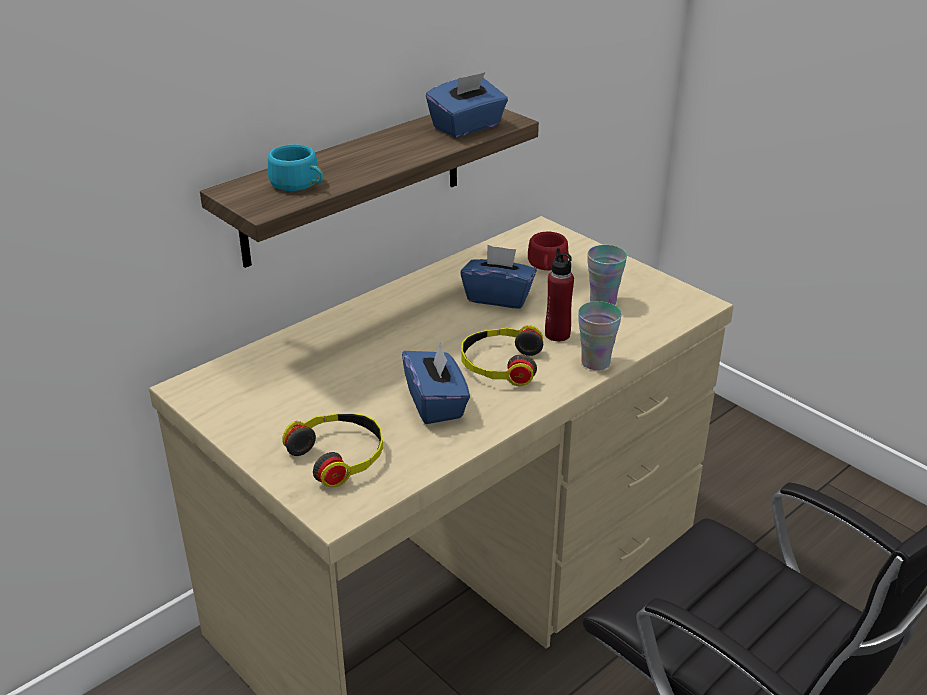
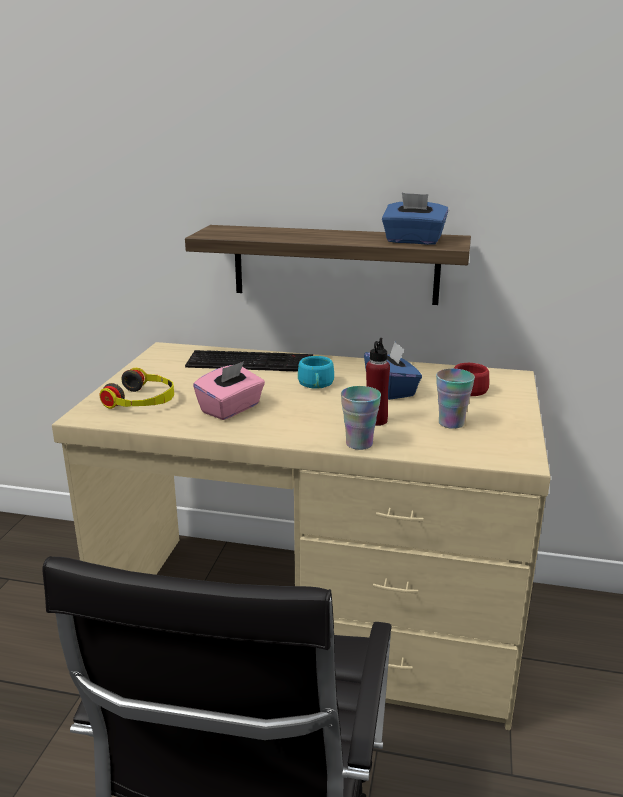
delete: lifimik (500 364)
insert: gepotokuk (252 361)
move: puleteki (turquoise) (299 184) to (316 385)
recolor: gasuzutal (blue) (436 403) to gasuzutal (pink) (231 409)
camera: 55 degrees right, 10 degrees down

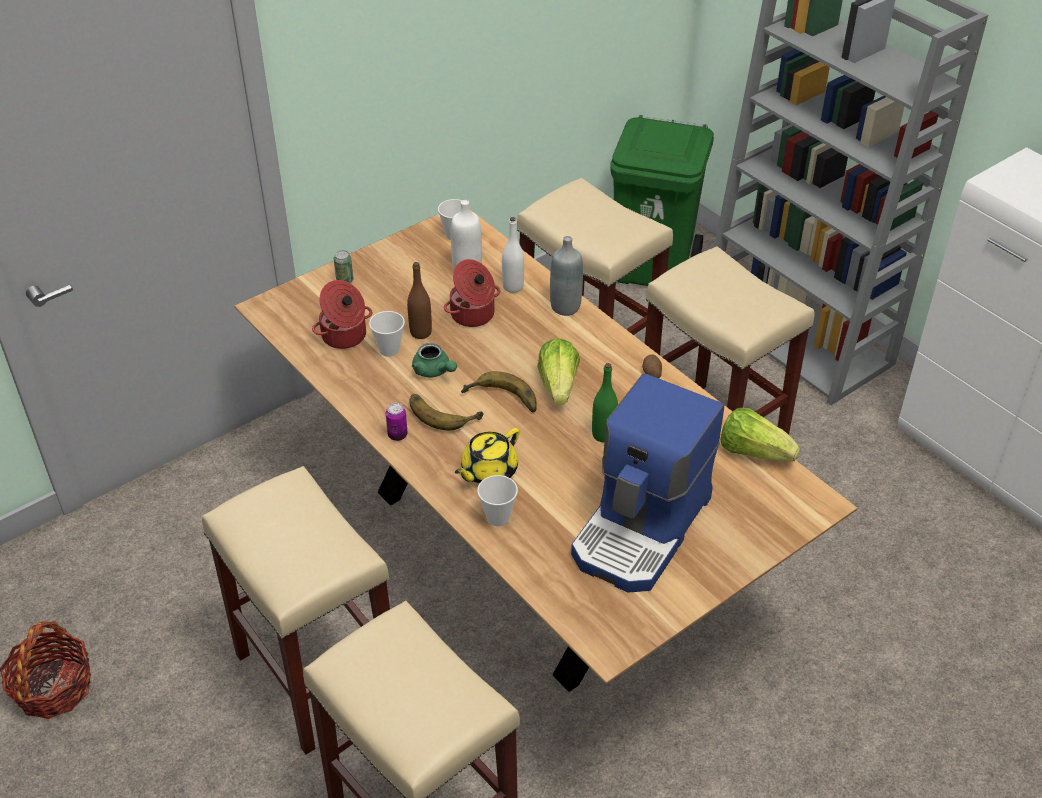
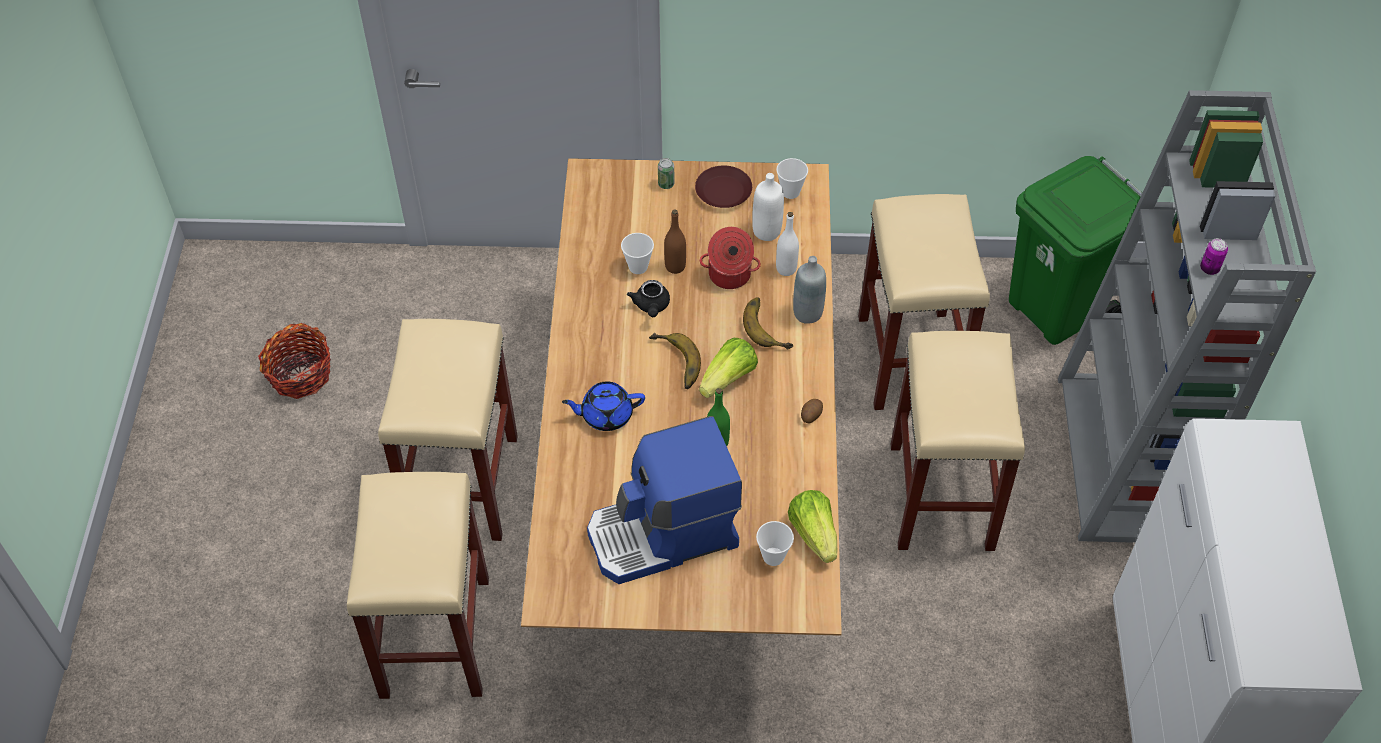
delete: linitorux (344 336)
insert: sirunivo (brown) (723 191)
move: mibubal (397 435) to (1209 268); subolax (443 411) to (769 326); puleteki (498 517) to (773 556)
recolor: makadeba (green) (434 371) to makadeba (black) (651 306); makadeba (yellow) (488 471) to makadeba (blue) (606 414)
camera: 40 degrees right, 10 degrees up

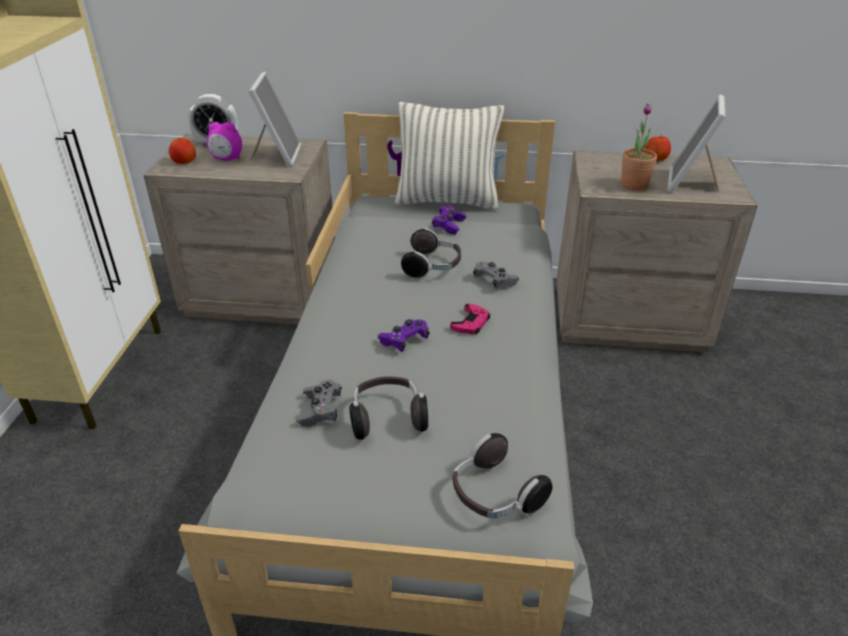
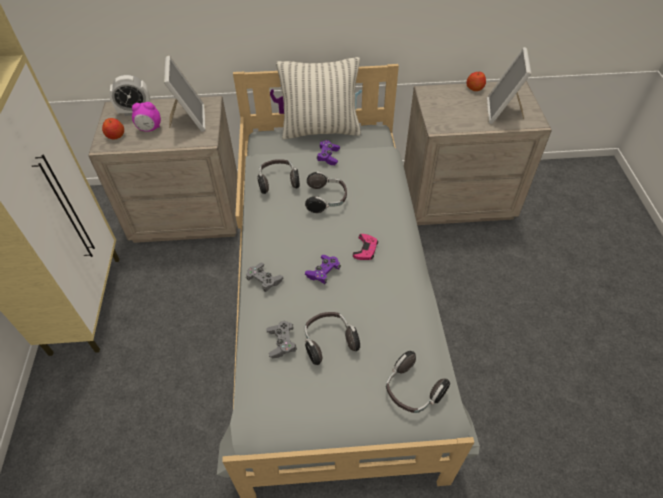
delete: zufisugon (634 185)
insert: lifimik (278 182)
move: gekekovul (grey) (494 281) to (264 280)
camera: 10 degrees left, 15 degrees up

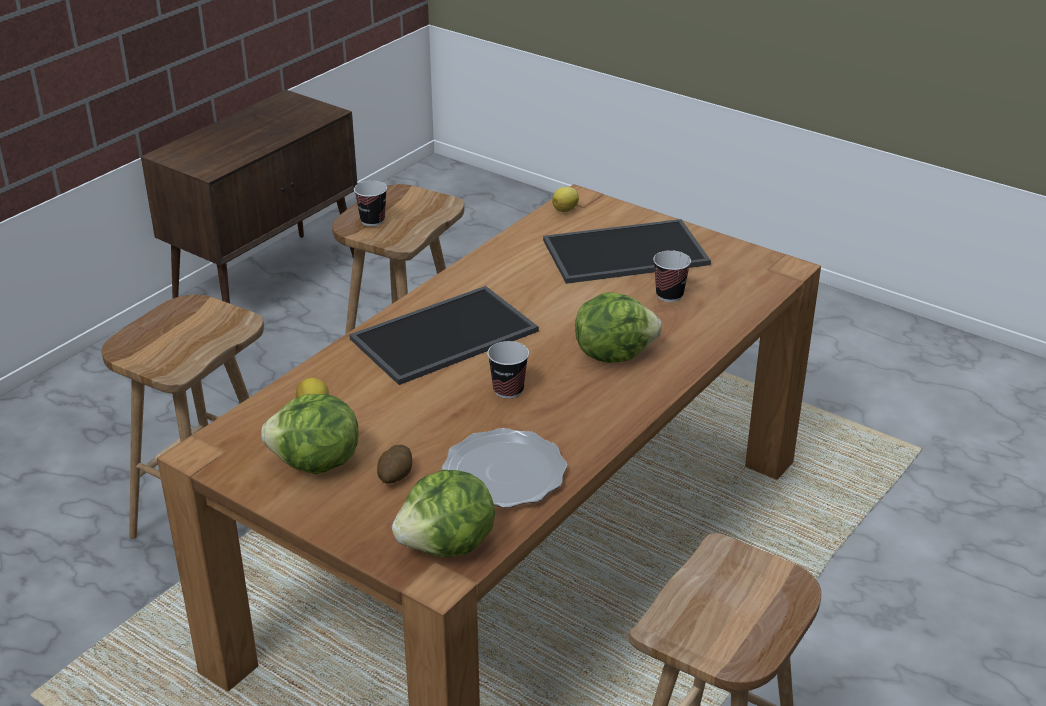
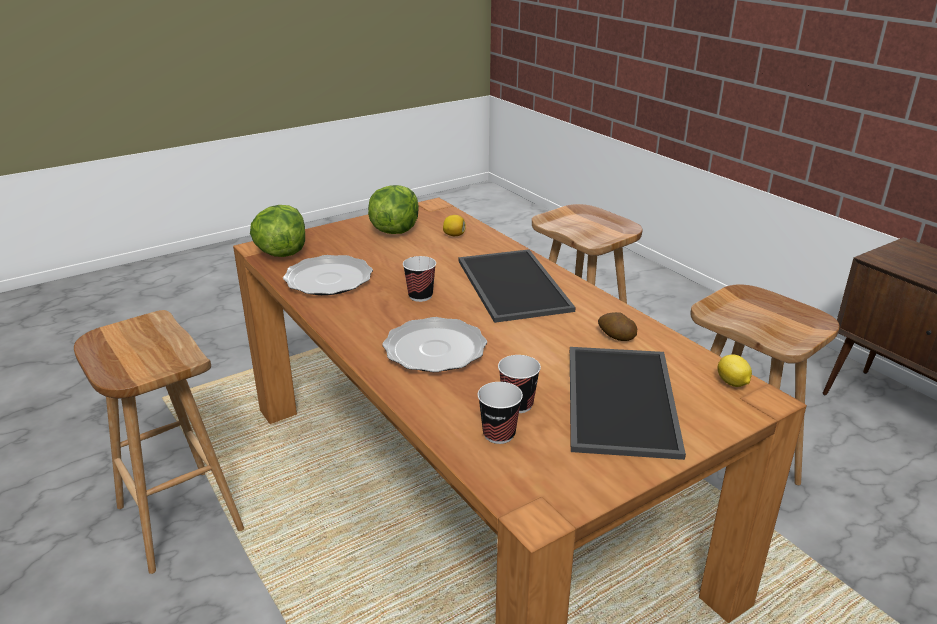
move: puleteki (372 220) to (499 434); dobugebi (395 476) to (616 337)
replace: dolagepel (613 354) to sirunivo (435 349)
camera: 110 degrees right, 5 degrees down

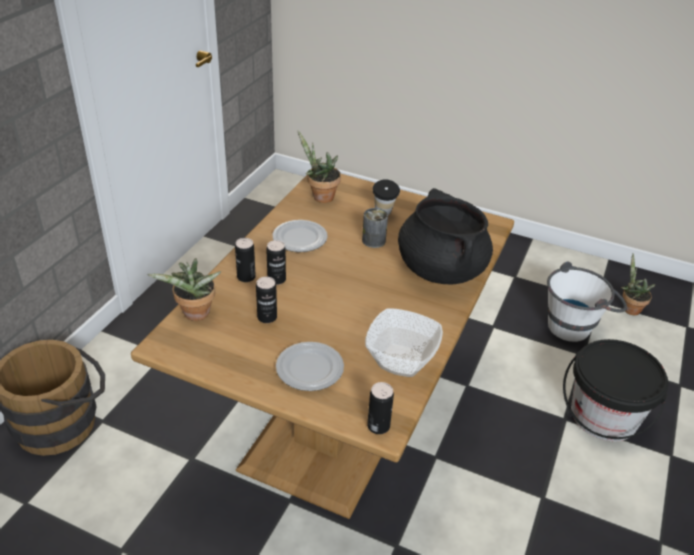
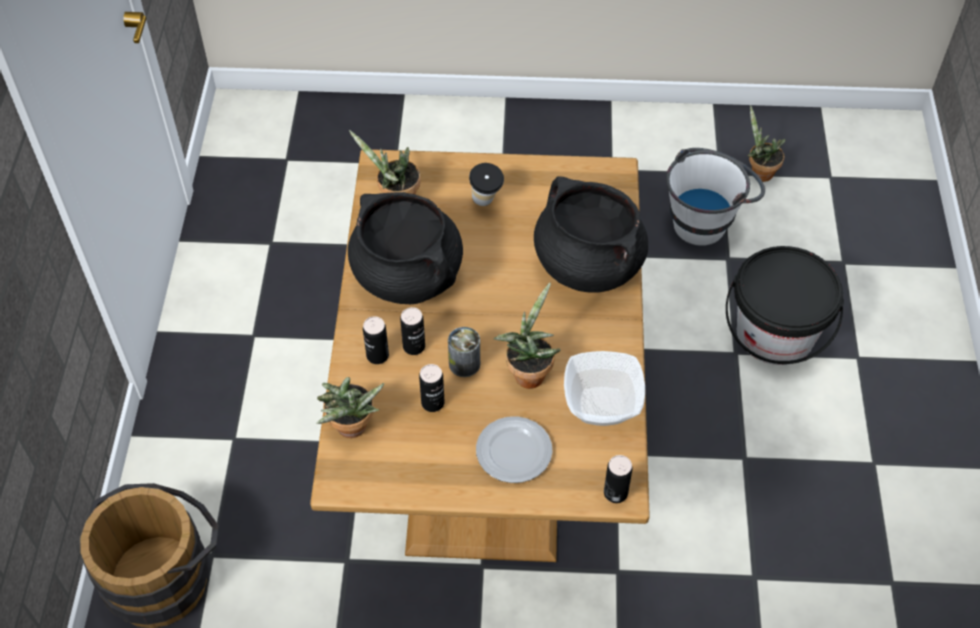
insert: zufisugon (528 372)
move: mibubal (373 240) to (464 364)
replace: sirunivo (300 239) to linitorux (black) (408 276)
camera: 20 degrees left, 15 degrees up

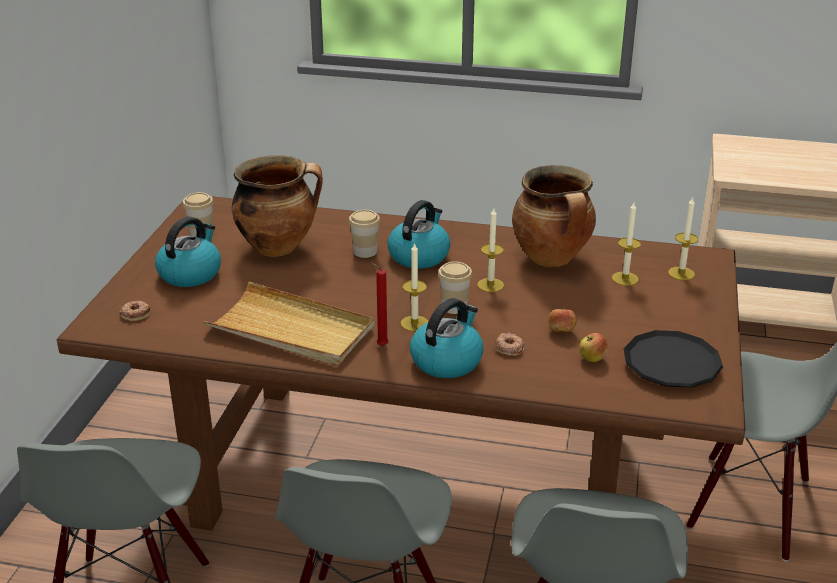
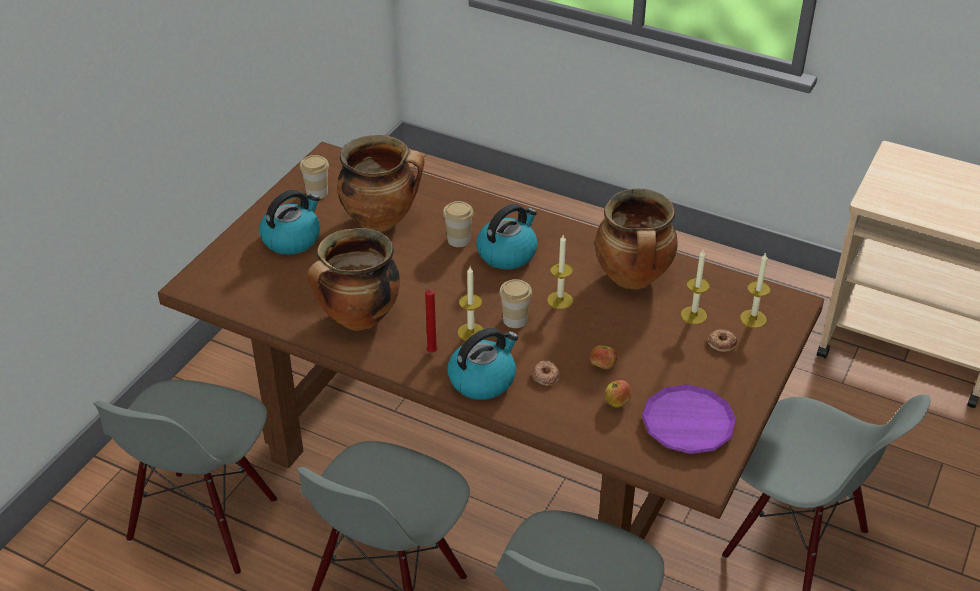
move: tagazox (135 313) to (721 342)
replace: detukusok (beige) (291 330) to linitorux (358 319)
recolor: sirunivo (black) (671 365) to sirunivo (purple) (688 424)
camera: 15 degrees right, 10 degrees up

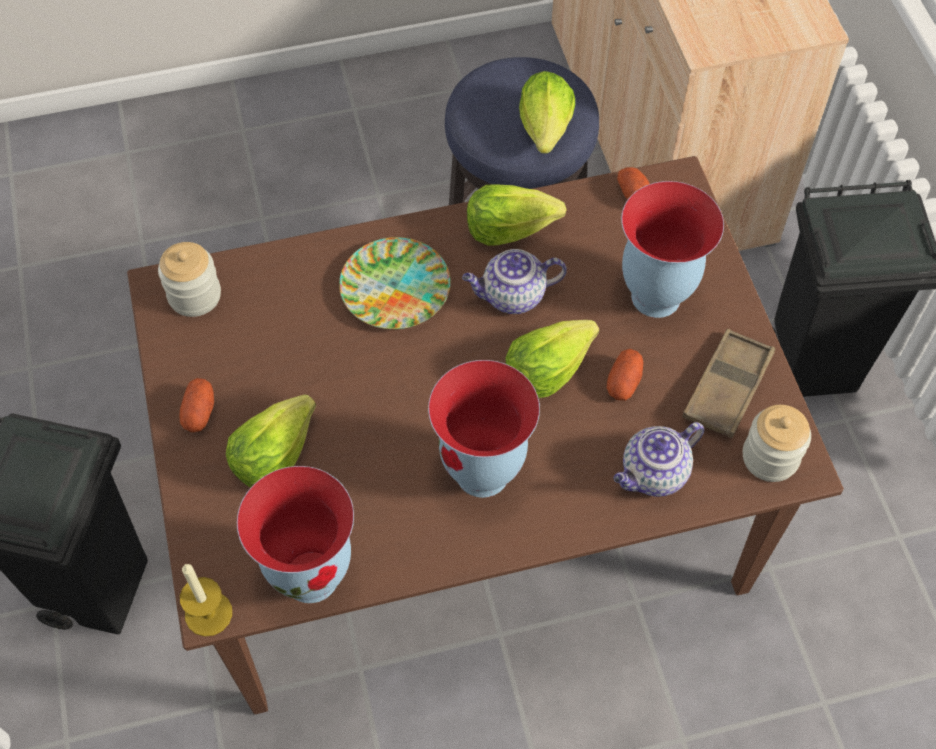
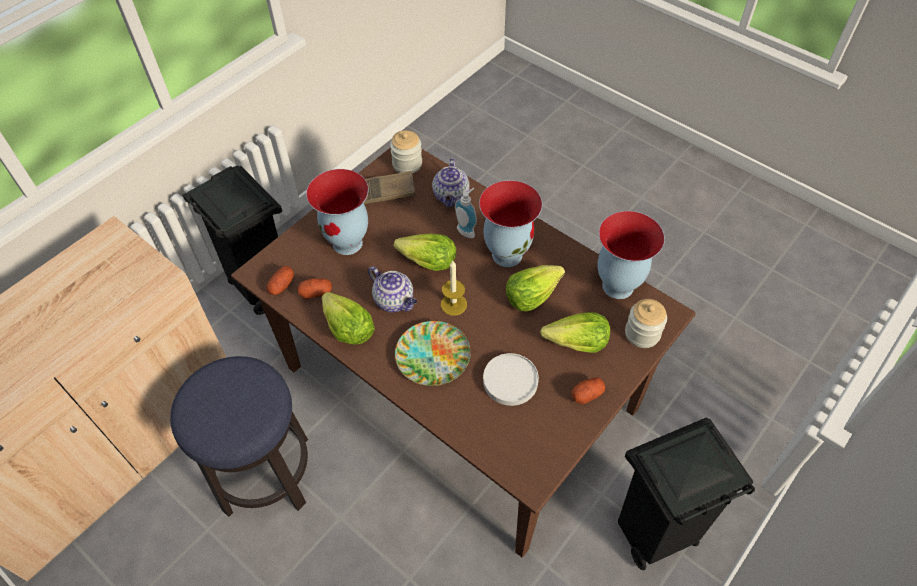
insert: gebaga (467 230); sirunivo (white) (511 381)
move: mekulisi (194 295) to (642 334); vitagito (208 613) to (453 304); dolagepel (546 128) to (531 295); dobugebi (624 382) to (316 293)
rotate: makadeba (653 475) = (451 196) 75 degrees clockwise
camera: 125 degrees left, 5 degrees down

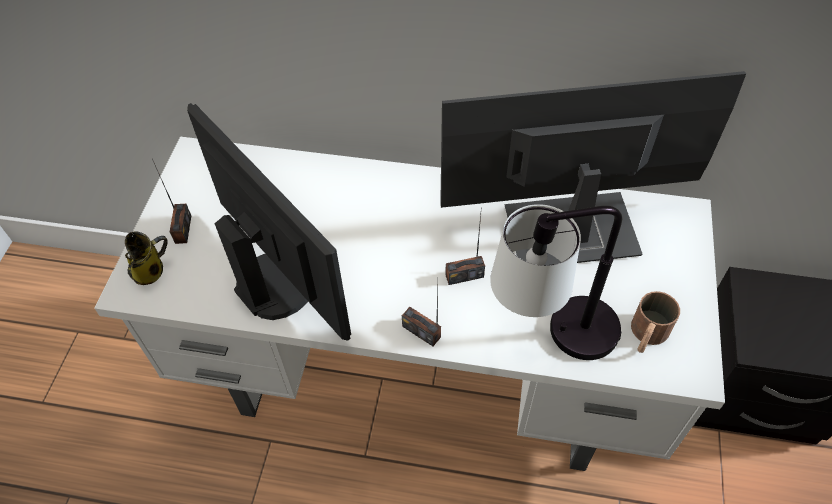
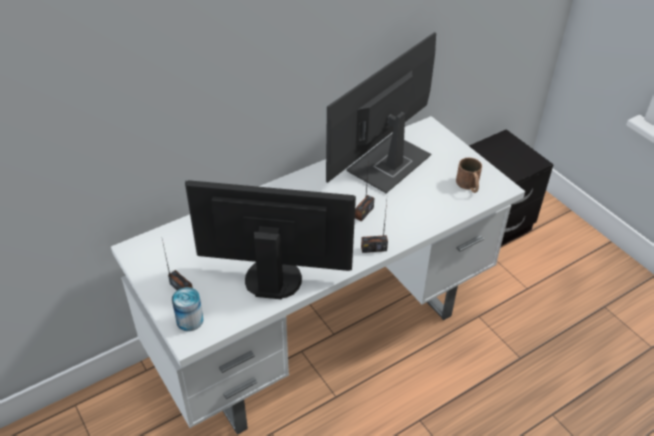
delete: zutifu (552 338)
replace: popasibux (150 270) to mibubal (190 320)
camera: 45 degrees left, 10 degrees down

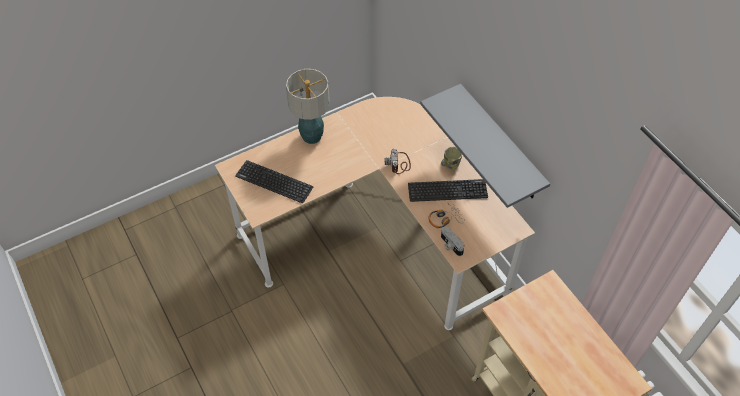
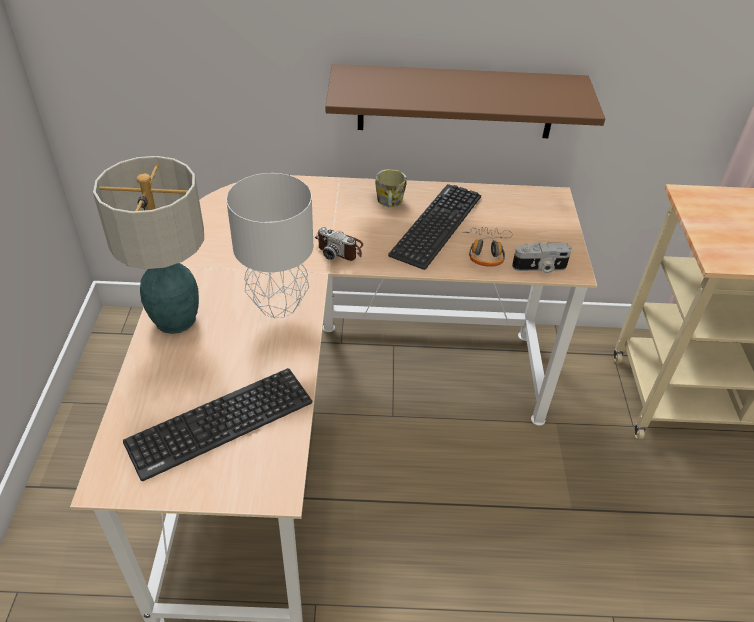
insert: zutifu (grey) (277 304)
recolor: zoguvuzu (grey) (500 144) to zoguvuzu (brown) (456 102)
camera: 60 degrees left, 10 degrees down

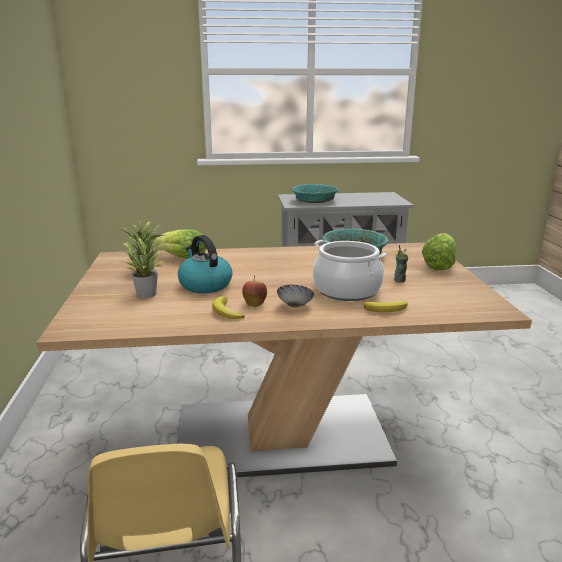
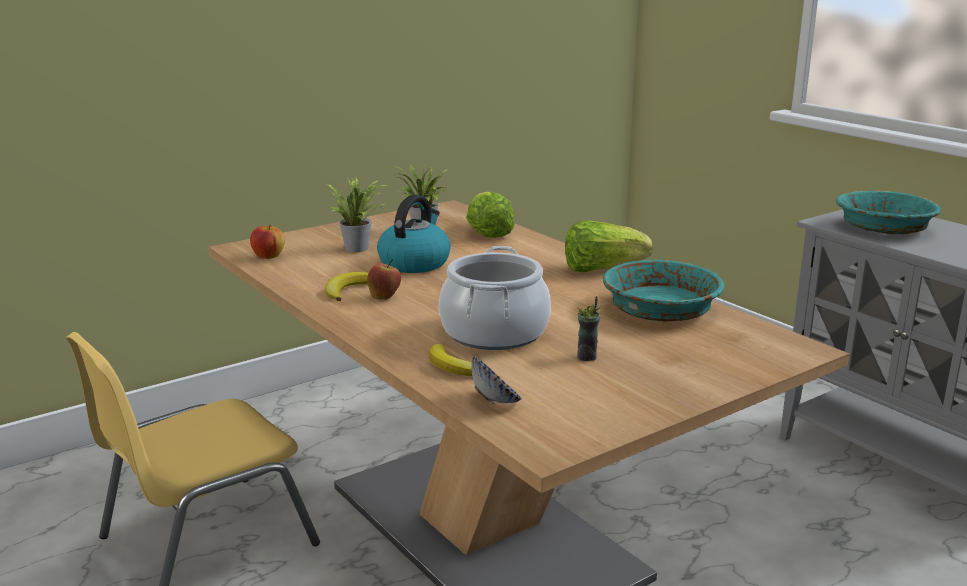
insert: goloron (268 256)
move: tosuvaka (295 307) to (495 401); dolagepel (439 265) to (601 270)
camera: 60 degrees right, 0 degrees up

